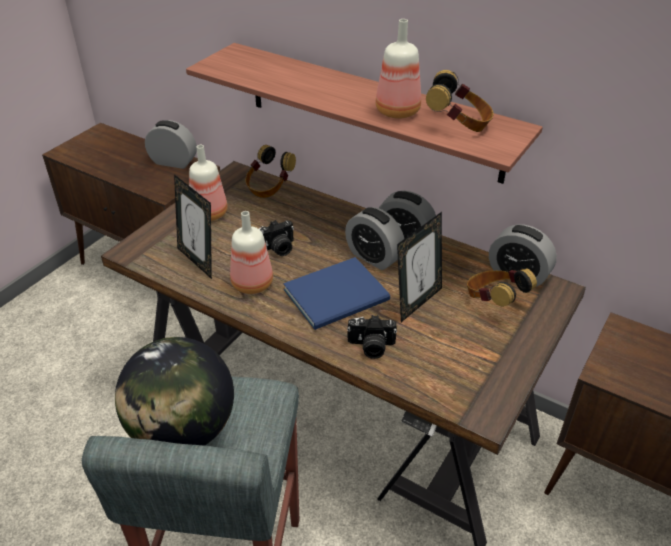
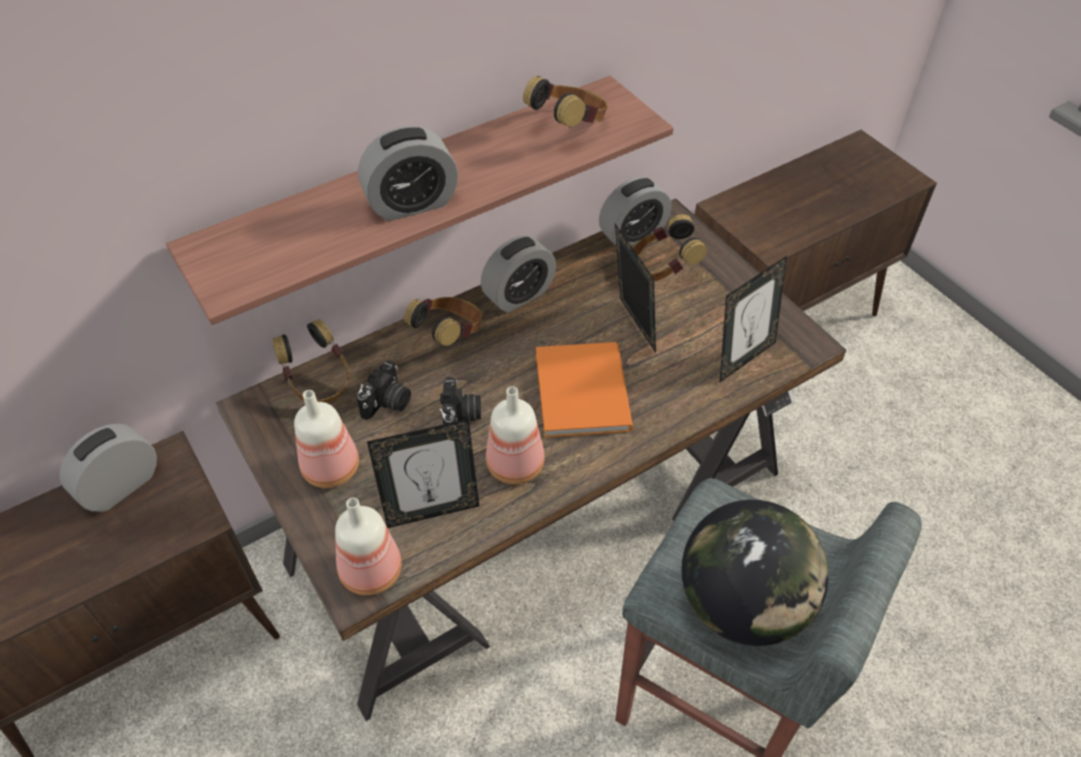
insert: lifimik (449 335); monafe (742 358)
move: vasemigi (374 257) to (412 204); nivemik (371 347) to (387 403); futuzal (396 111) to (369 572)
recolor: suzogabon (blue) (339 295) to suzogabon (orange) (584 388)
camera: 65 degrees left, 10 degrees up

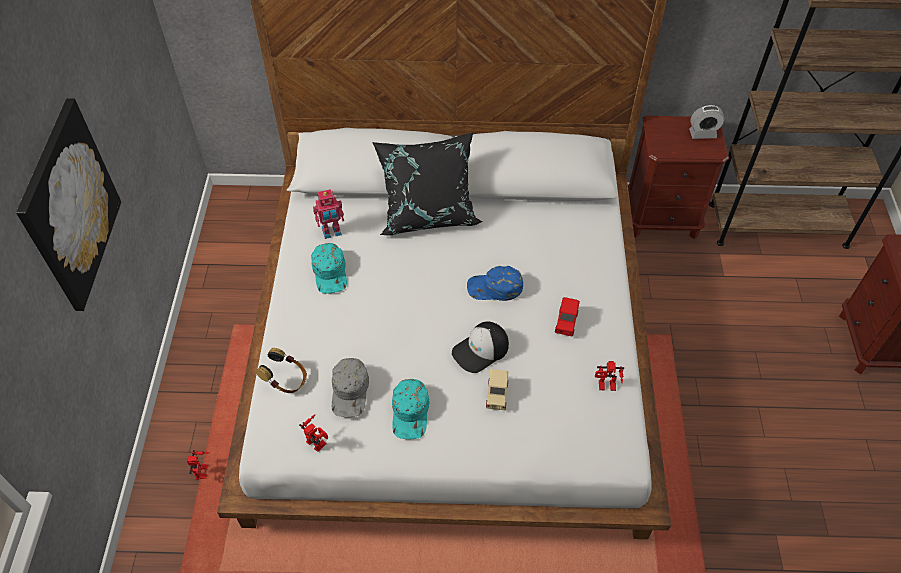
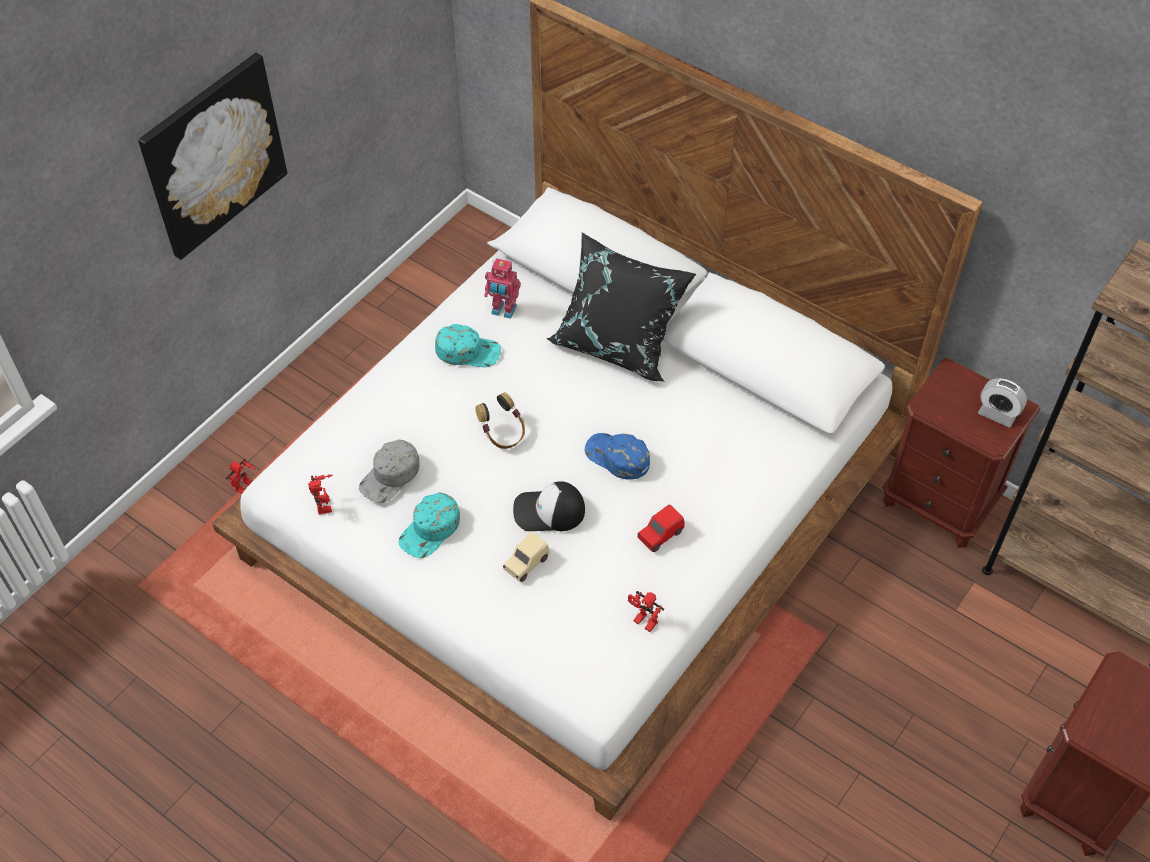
move: lifimik (286 380) to (503 433)
rotate: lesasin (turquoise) (330 272) = (468 351) 105 degrees counterclockwise
camera: 35 degrees right, 0 degrees up

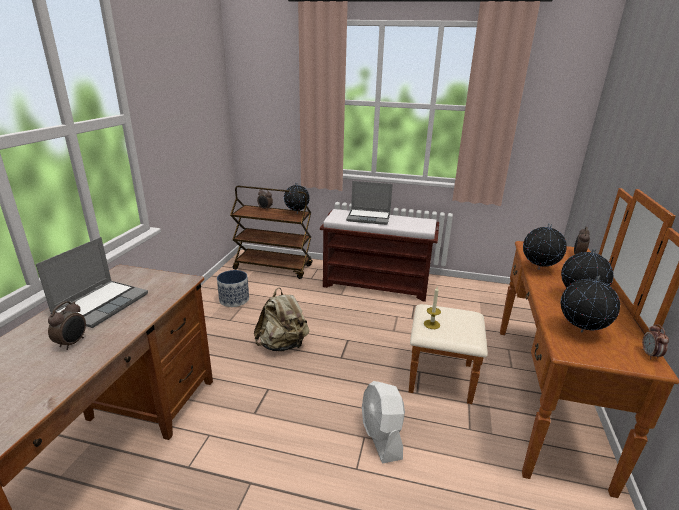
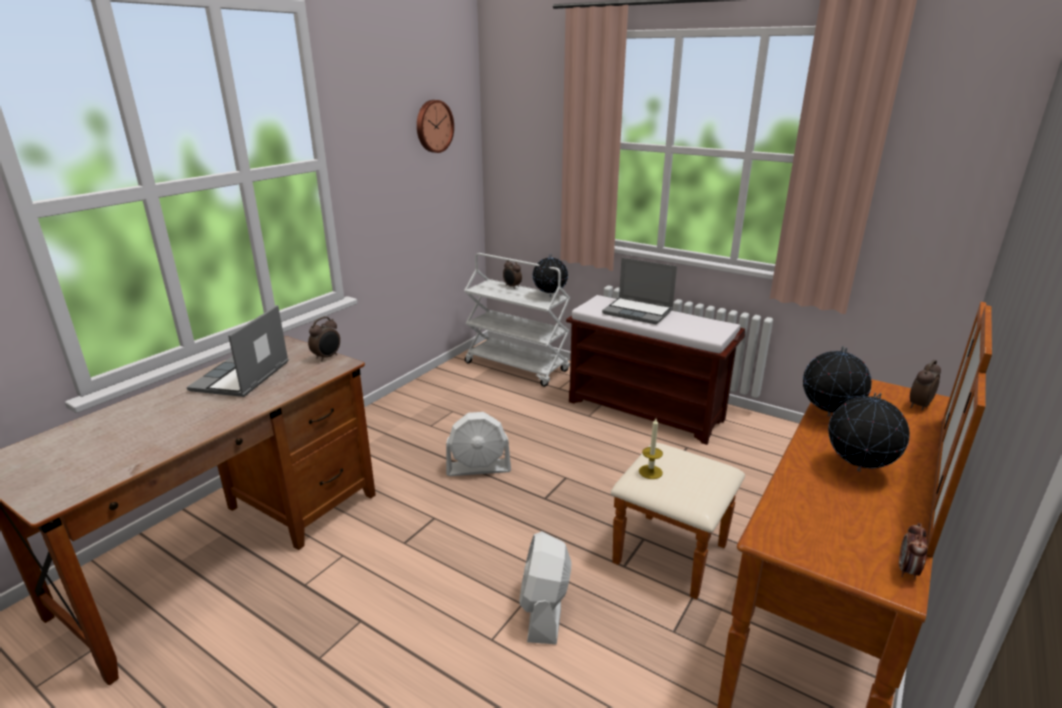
delete: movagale (234 300); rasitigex (580 331)
insert: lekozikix (433 126)
move: vasemigi (73 343) to (327 357)
replace: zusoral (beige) (282 345) to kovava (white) (478 468)
recolor: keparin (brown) (273 267) to keparin (white) (517 367)
rotate: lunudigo (101 304) = (241 377) 150 degrees clockwise
camera: 20 degrees right, 0 degrees up

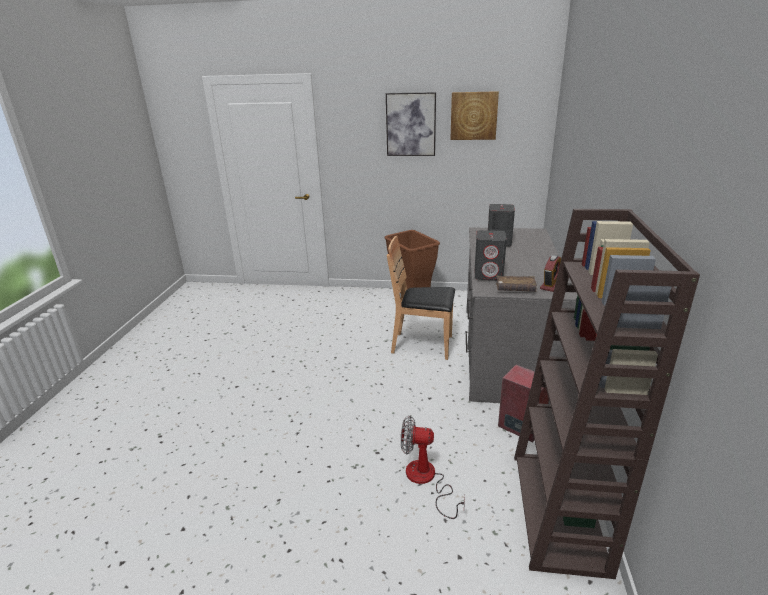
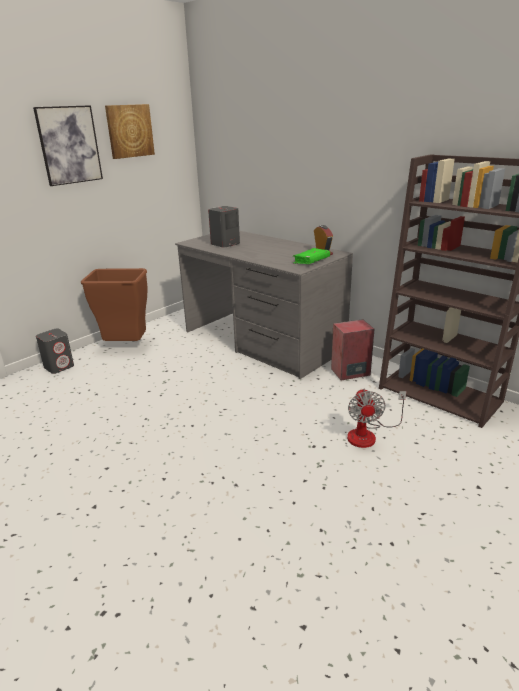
delete: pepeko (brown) (423 345)
move: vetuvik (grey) (489 275) to (59 366)
recolor: suzogabon (brown) (515 289) to suzogabon (green) (311 261)
rotate: kovava (426 480) = (368 434) 45 degrees counterclockwise
camera: 55 degrees left, 0 degrees up

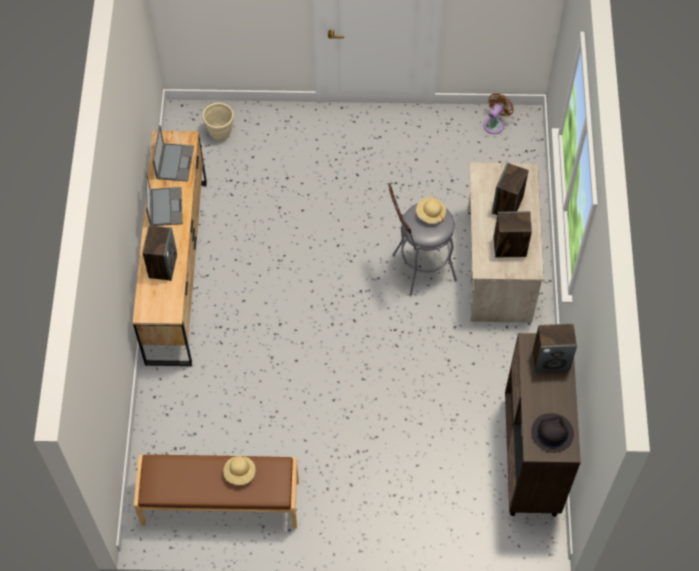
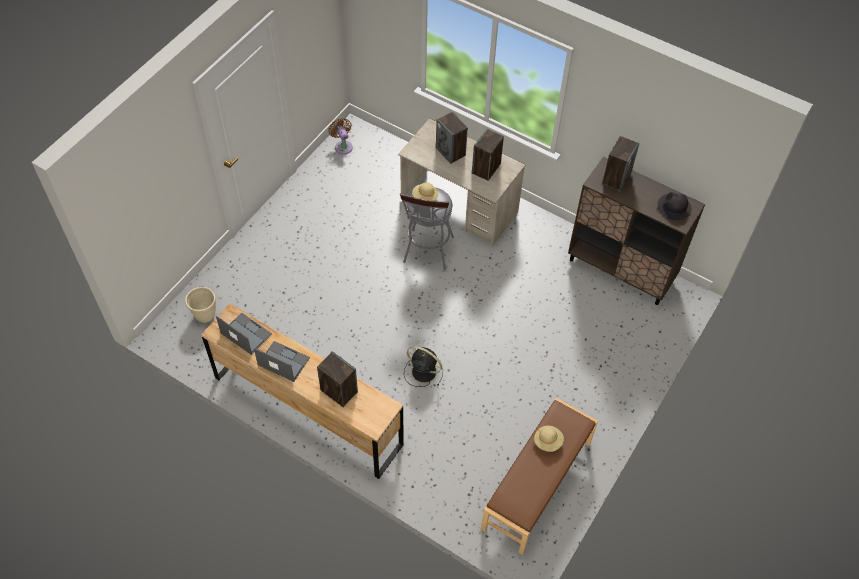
insert: kovava (black) (422 371)
camera: 60 degrees left, 5 degrees down

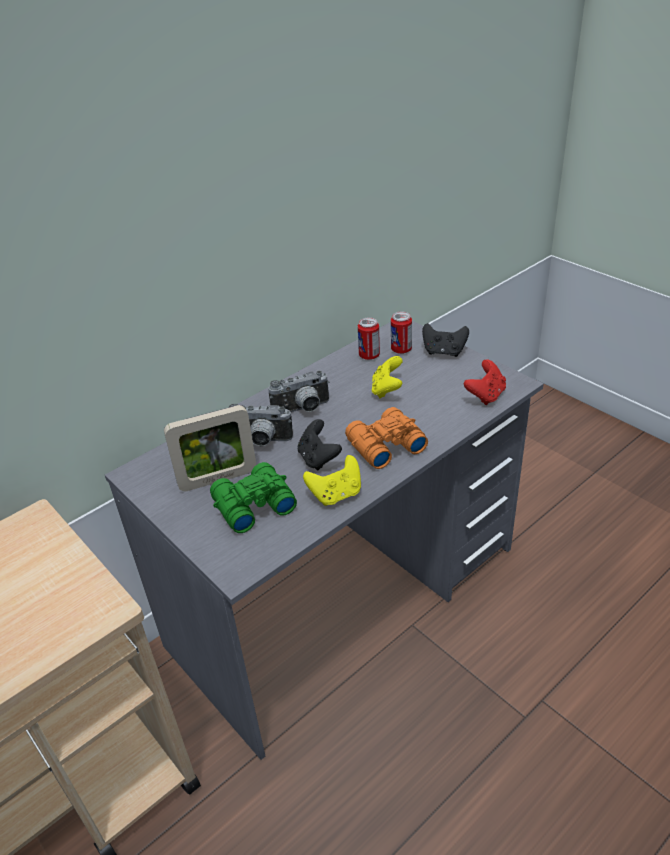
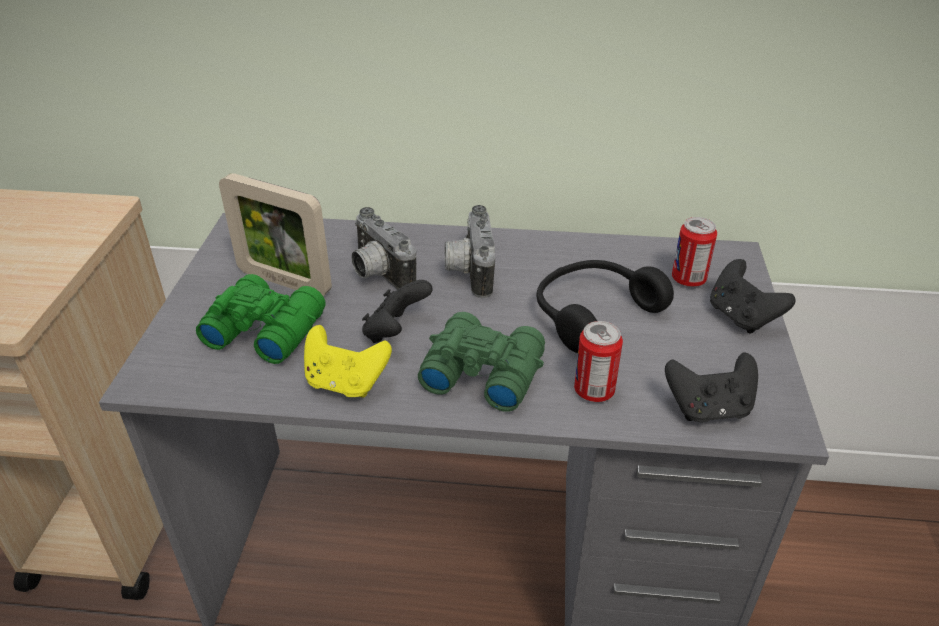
move: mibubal (369 356) to (594 391)
replace: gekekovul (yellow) (387 390) to lifimik (black) (592 313)
recolor: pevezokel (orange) (384 445) to pevezokel (green) (481 371); gekekovul (red) (485 395) to gekekovul (black) (708 408)
rotate: nivemik (303 410) = (468 272) 60 degrees clockwise
camera: 45 degrees right, 0 degrees up

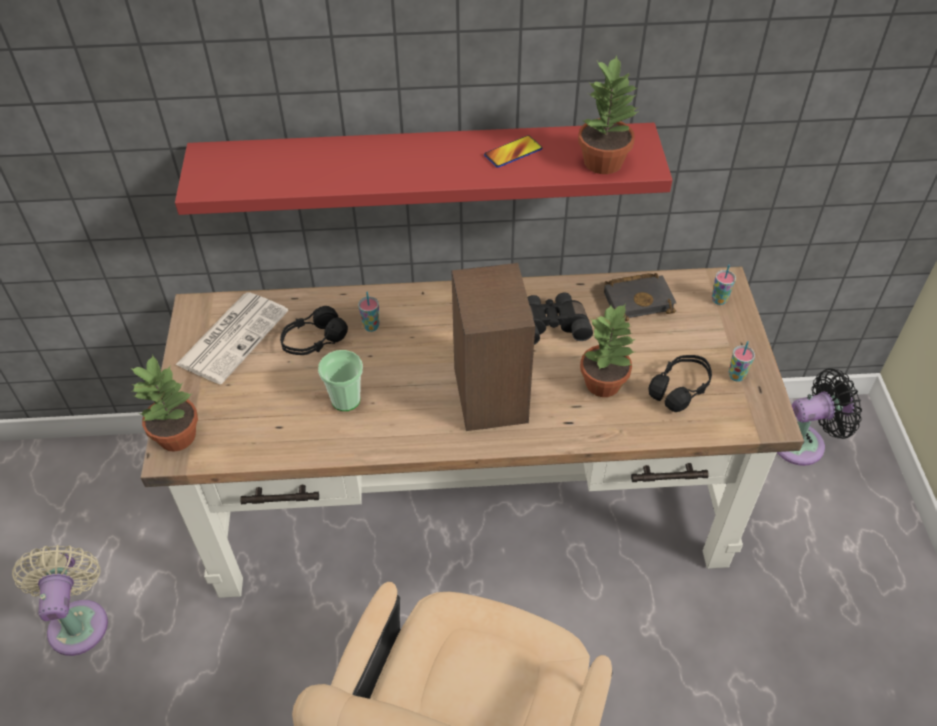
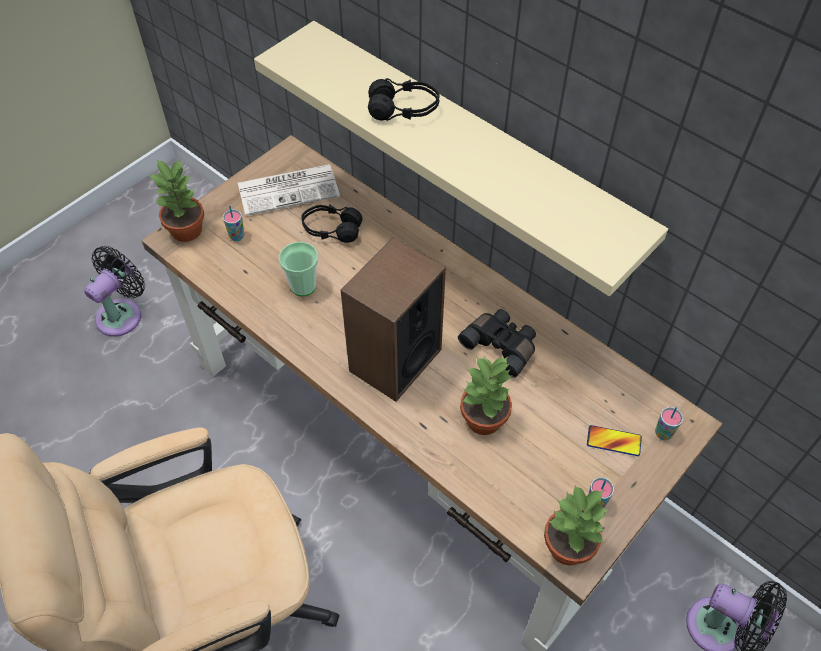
delete: suzogabon (black) (639 299)
move: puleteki (371 326) to (237 236); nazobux (513 152) to (613 441); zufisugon (602 161) to (568 545); lifimik (black) (680 389) to (403 110)
recolor: kovava (beige) (78 621) to kovava (black) (122 314); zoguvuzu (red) (424 167) to zoguvuzu (beige) (471 145)
camera: 45 degrees right, 5 degrees up

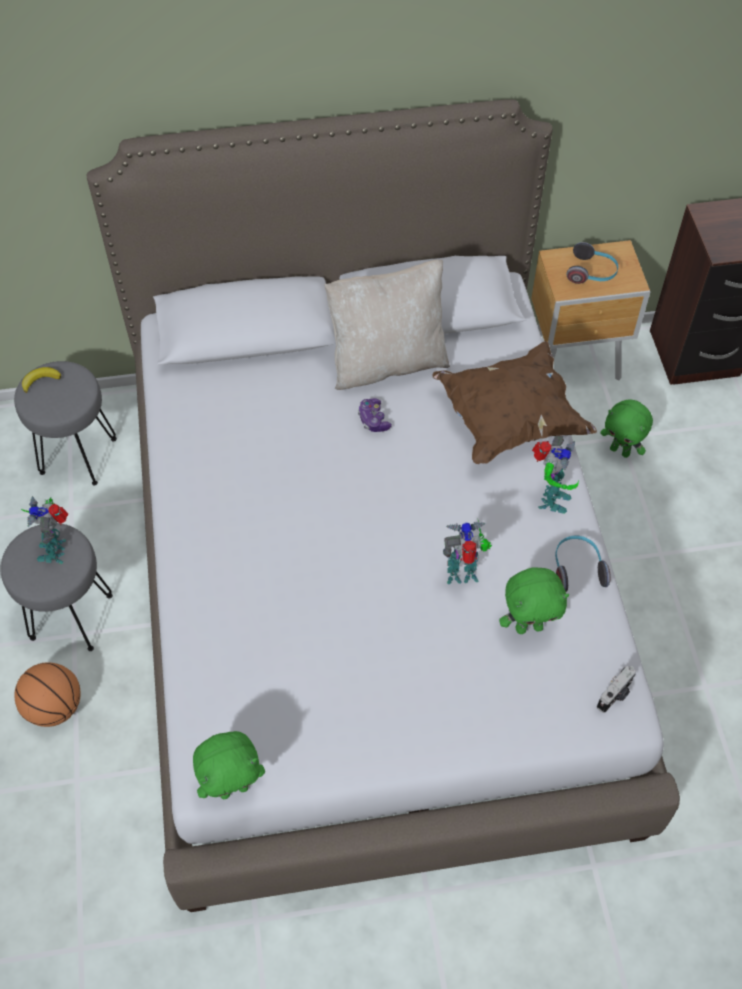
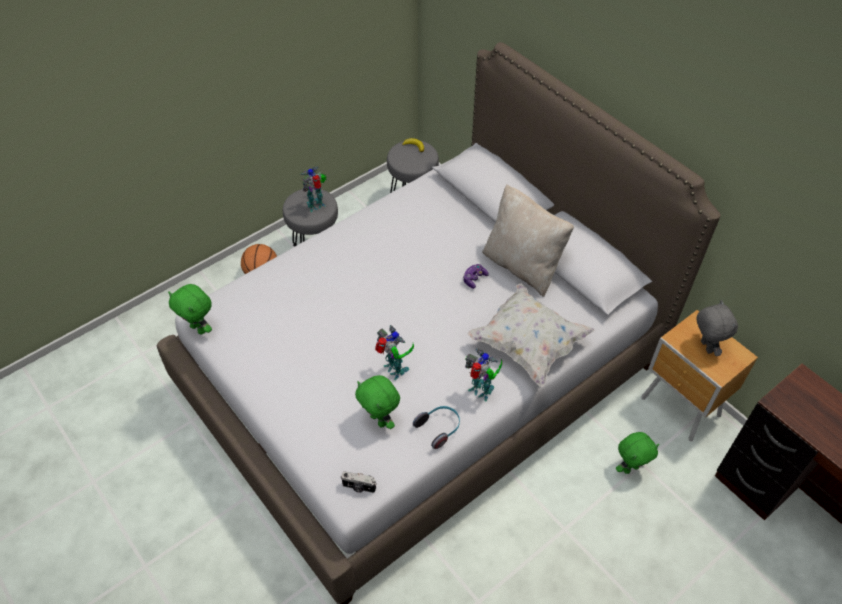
replace: lifimik (592 273) to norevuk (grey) (705 347)
recolor: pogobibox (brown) (509 419) to pogobibox (white) (527 345)
rotate: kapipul (550 500) = (481 392) 135 degrees counterclockwise; norevuk (green) (620 451) = (630 468) 120 degrees counterclockwise
camera: 60 degrees right, 5 degrees down

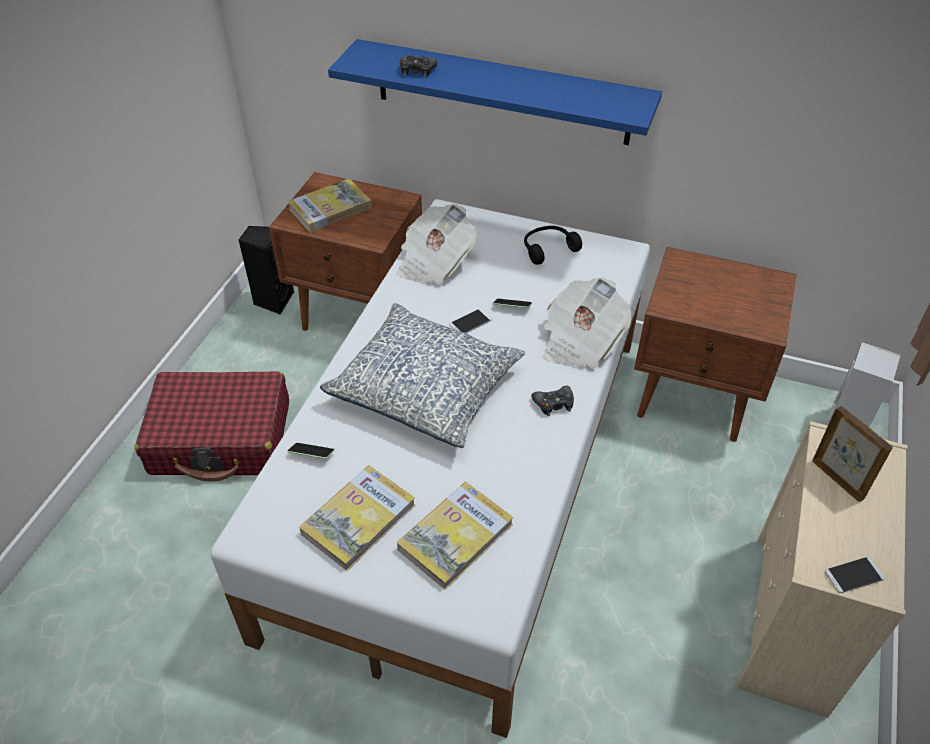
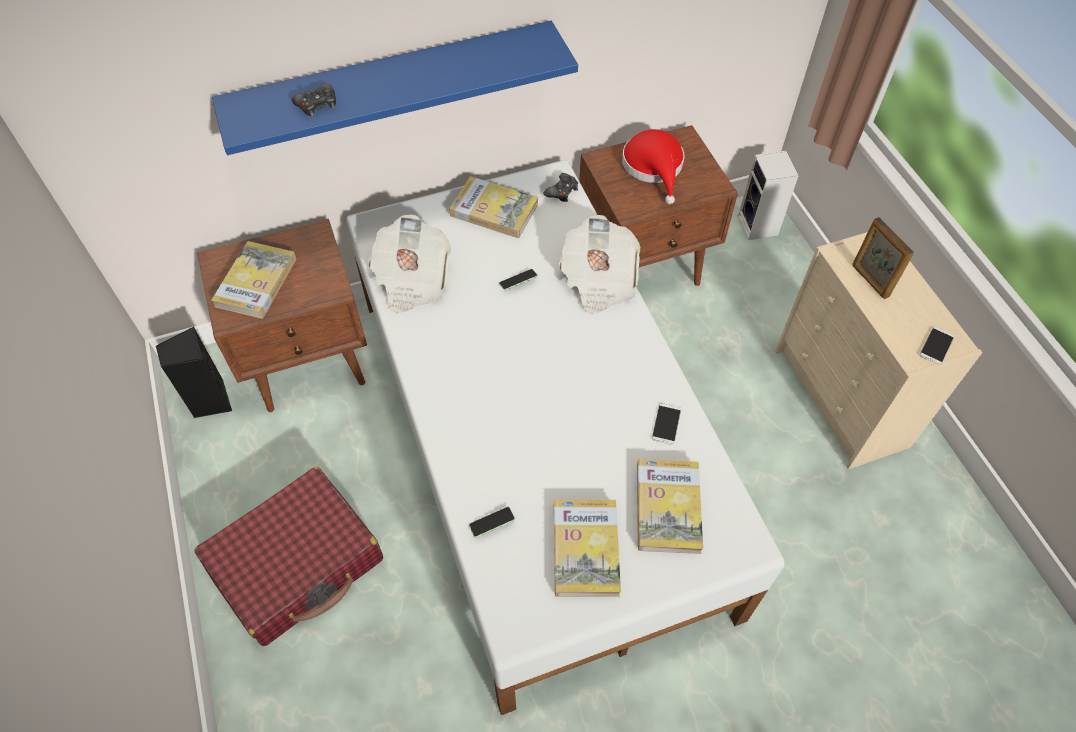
delete: pogobibox (426 388)
insert: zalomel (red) (654 167)
move: nazobux (470 322) to (666 424); gekekovul (black) (554 404) to (562 191)
replace: lifimik (black) (548 249) to suzogabon (494 210)
rotate: monafe (838 479) = (869 281) 135 degrees counterclockwise
camera: 40 degrees left, 10 degrees up

